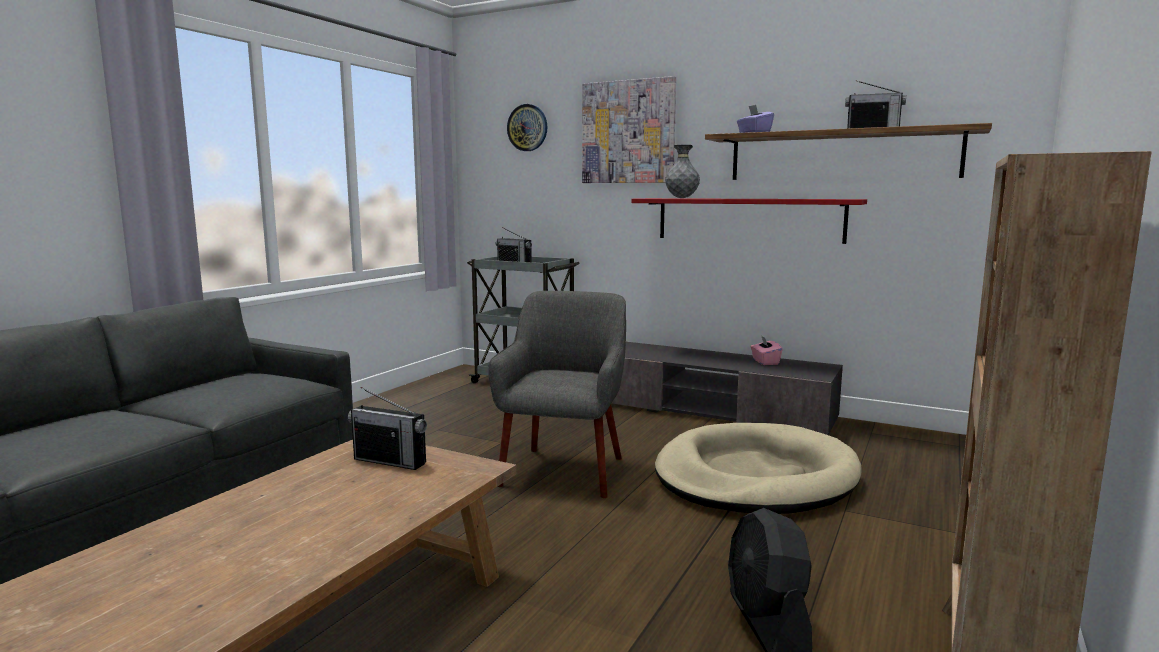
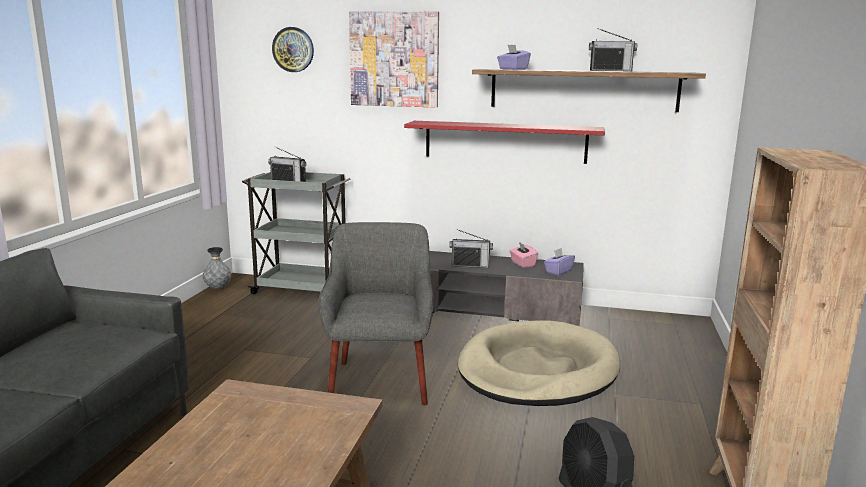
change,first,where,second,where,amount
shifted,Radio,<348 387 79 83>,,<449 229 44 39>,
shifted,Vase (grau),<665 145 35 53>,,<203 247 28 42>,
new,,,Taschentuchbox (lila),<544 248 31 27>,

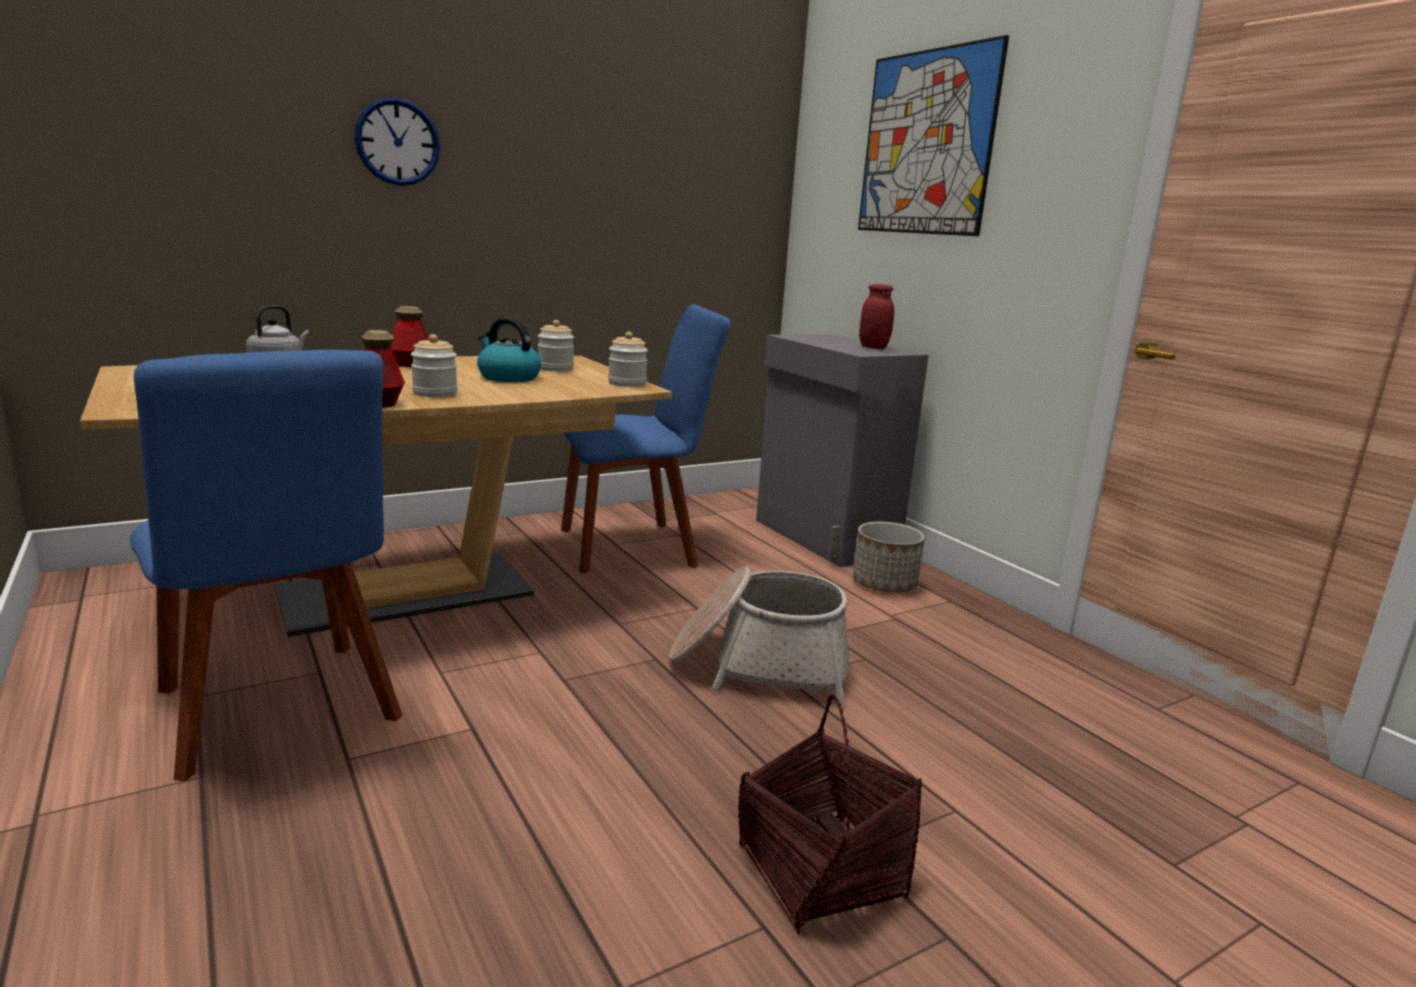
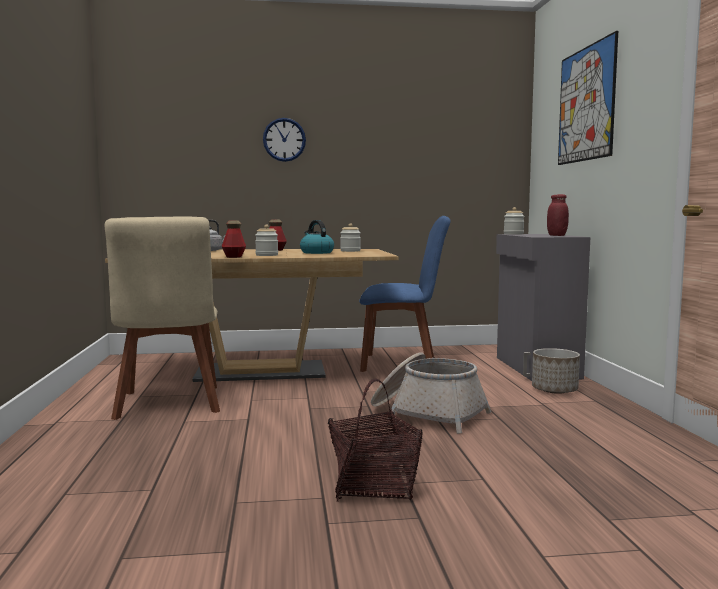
change,first,where,second,where,amount
repainted,Stuhl (blau),<130 350 272 431>,Stuhl (beige),<105 216 115 204>,
shifted,Vorratsglas,<608 332 40 55>,,<504 207 21 28>,

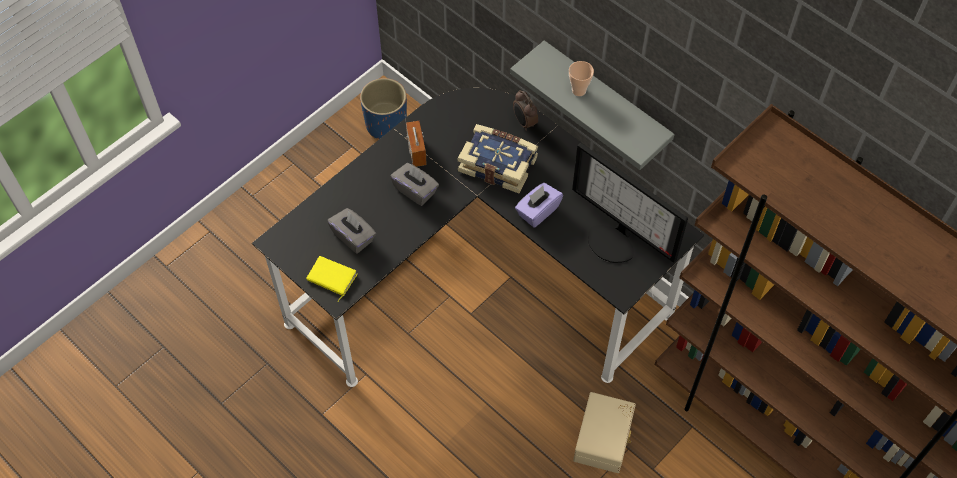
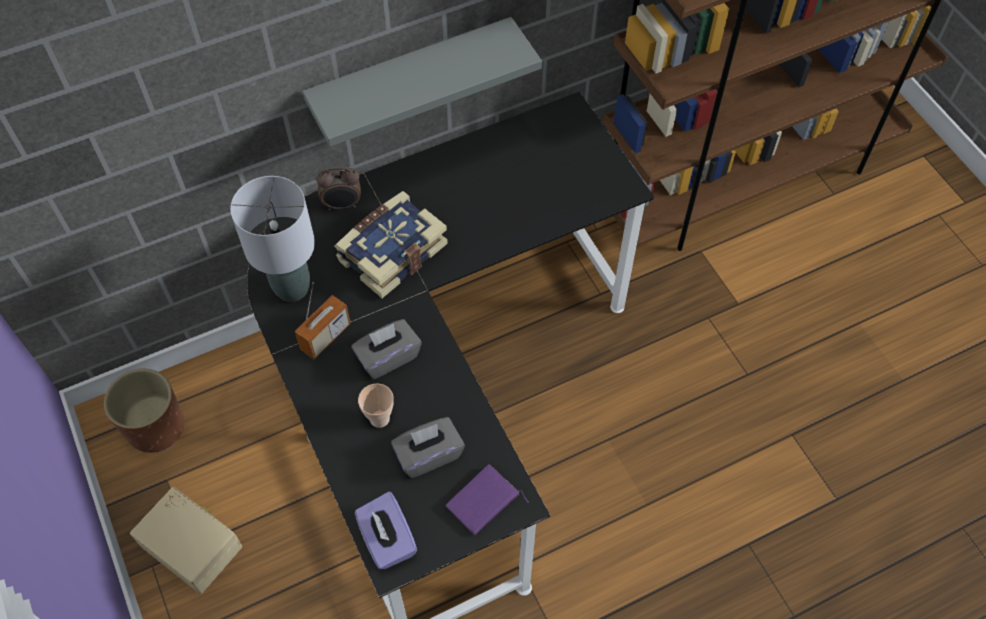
change,first,where,second,where,amount
repainted,Buch (gelb),<306 256 51 46>,Buch (lila),<446 464 83 71>,
repainted,Pflanzkübel (blau),<360 78 47 61>,Pflanzkübel (braun),<104 369 81 84>,
rotated,Radio,<405 118 22 49>,,<295 282 56 78>,120 degrees clockwise
shifted,Taschentuchbox (lila),<515 183 48 45>,,<355 492 62 77>,
shifted,Tasse,<569 61 25 35>,,<358 383 36 45>,
gone,Monitor,<572 143 116 120>,,,
shifted,Aufbewahrungsbox (beige),<573 392 63 81>,,<130 487 112 107>,
new,,,Tischlampe (grau),<230 176 85 126>,

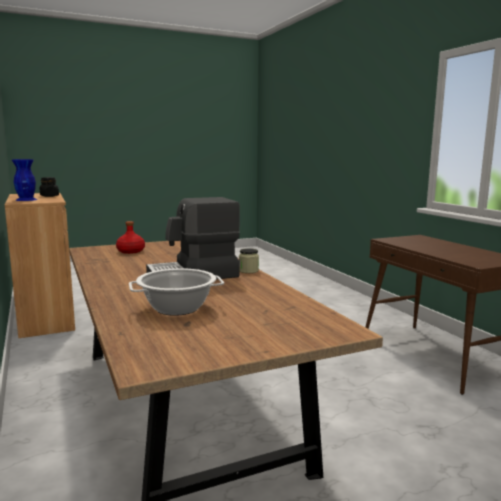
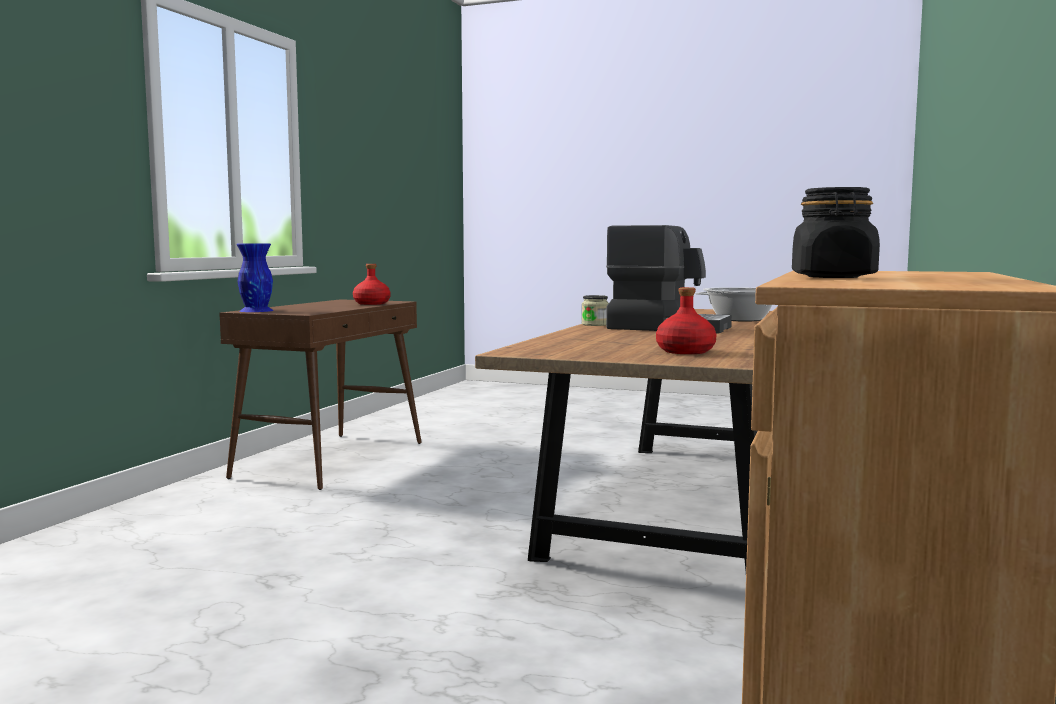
change,first,where,second,where,amount
shifted,Vase (blau),<12 159 25 42>,,<236 243 38 69>,
new,,,Flasche (rot),<353 264 38 41>,

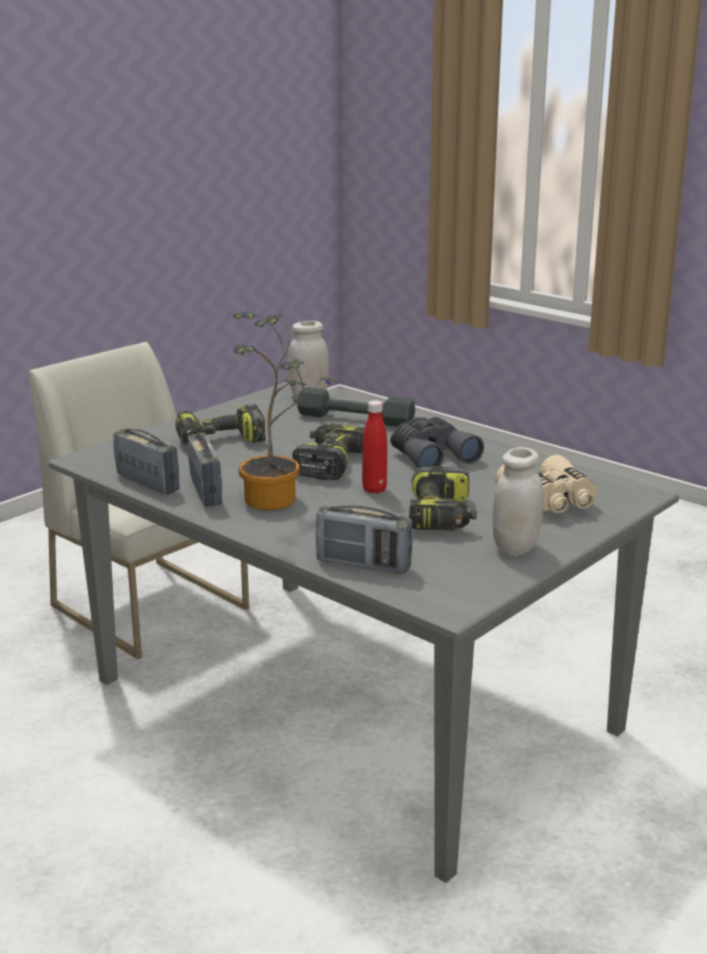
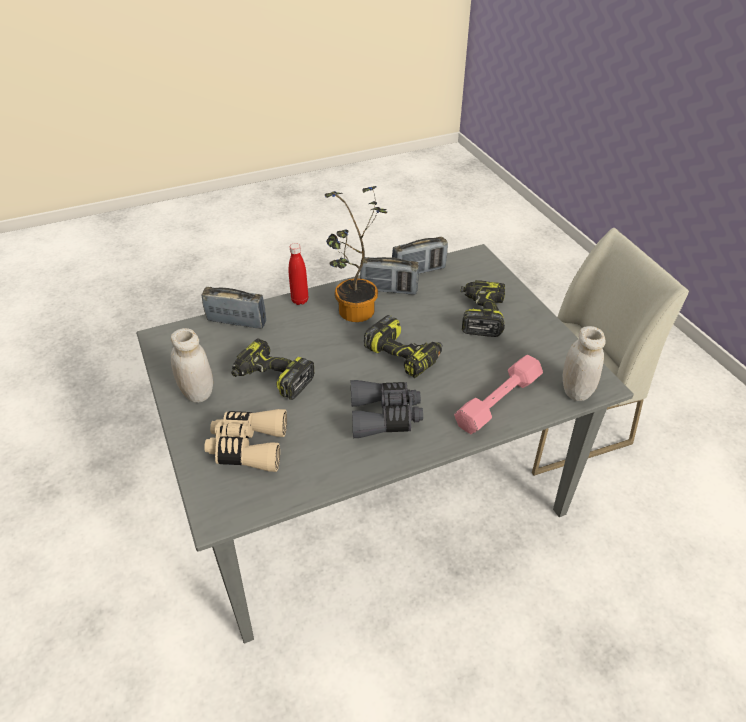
change,first,where,second,where,amount
repainted,Hantel (grau),<297 387 118 40>,Hantel (rosa),<454 355 89 79>,
rotated,Radio,<316 506 97 68>,,<202 287 64 42>,60 degrees clockwise
shifted,Flasche (rot),<362 400 25 93>,,<289 243 19 62>,

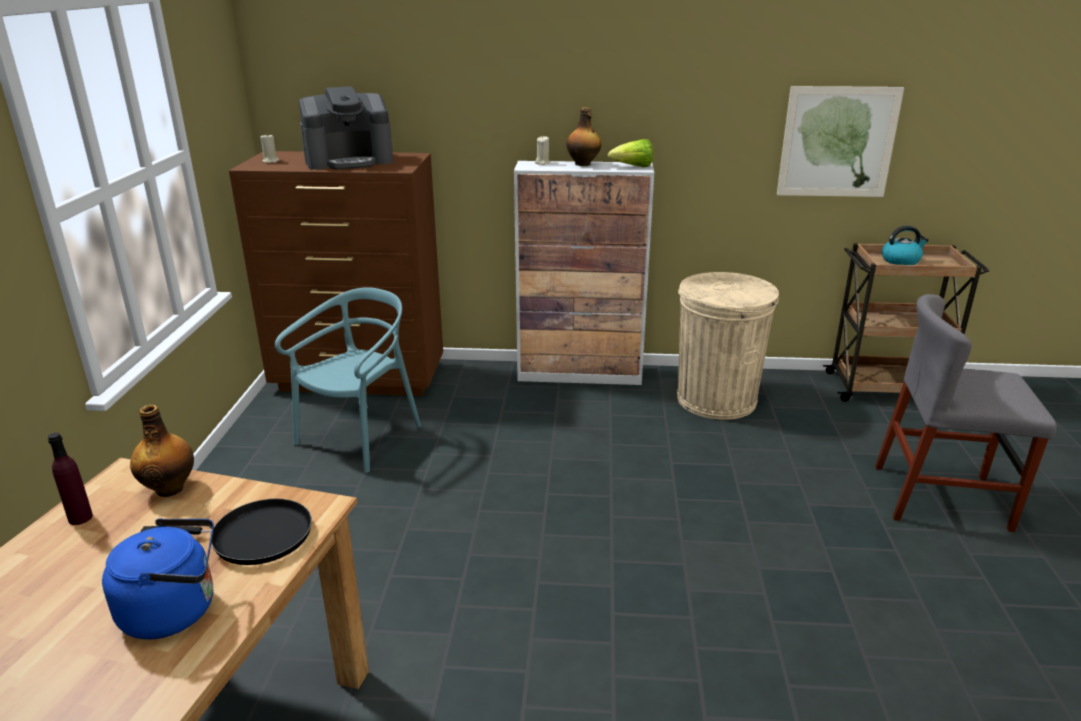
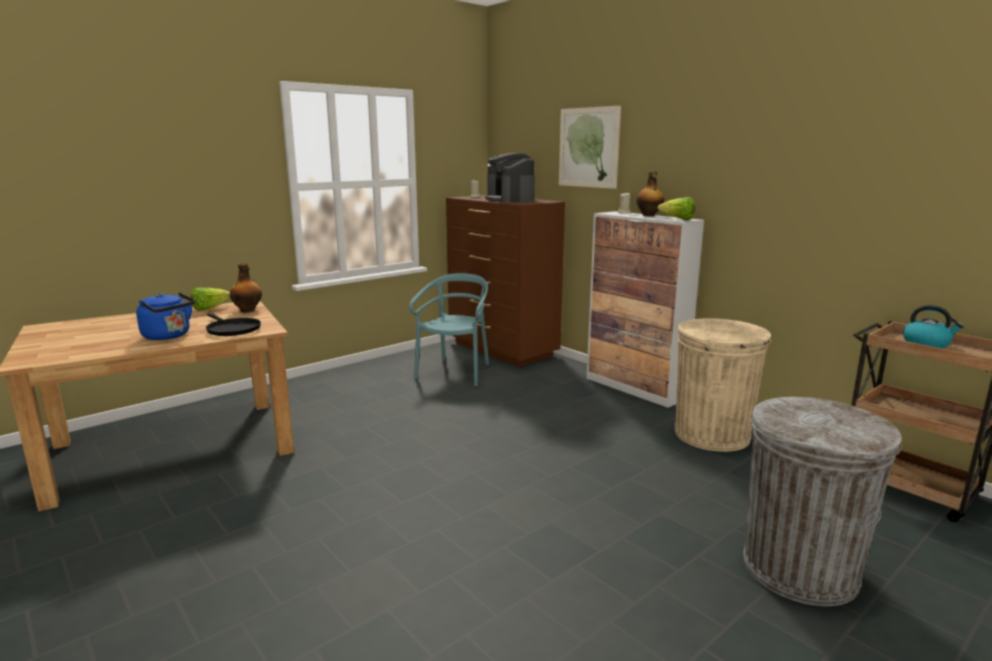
change,first,where,second,where,amount
swapped,Flasche (lila),<48 432 45 93>,Salatkopf,<190 287 40 24>,
rotated,Stuhl (türkis),<275 287 146 186>,,<409 273 80 113>,60 degrees counterclockwise
rotated,Kaffeemaschine,<299 86 94 84>,,<485 153 50 50>,45 degrees clockwise
shifted,Bild,<777 86 127 111>,,<559 106 62 83>,
swapped,Stuhl (grau),<875 294 182 238>,Mülleimer (grau),<744 397 158 209>,

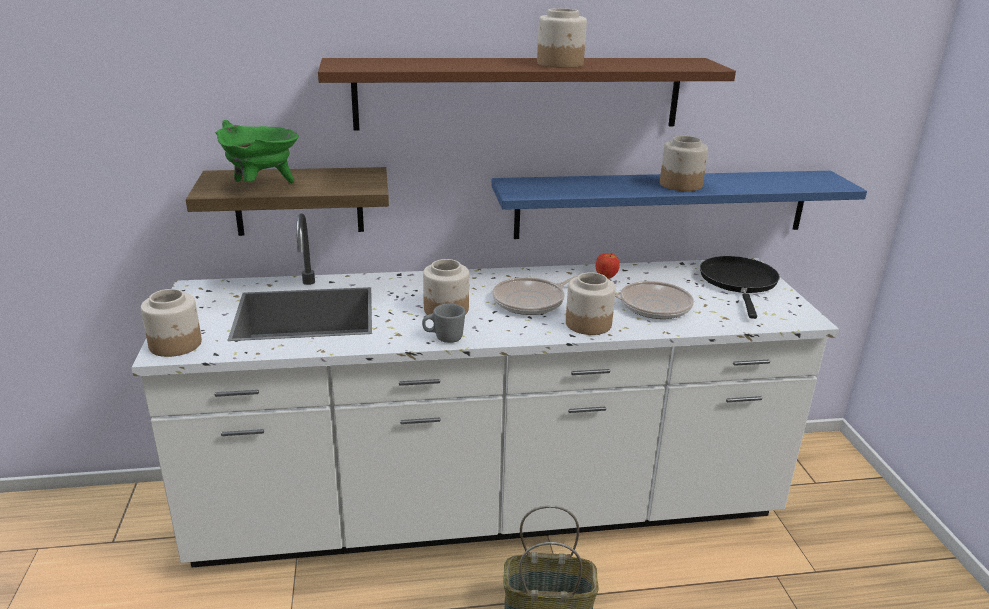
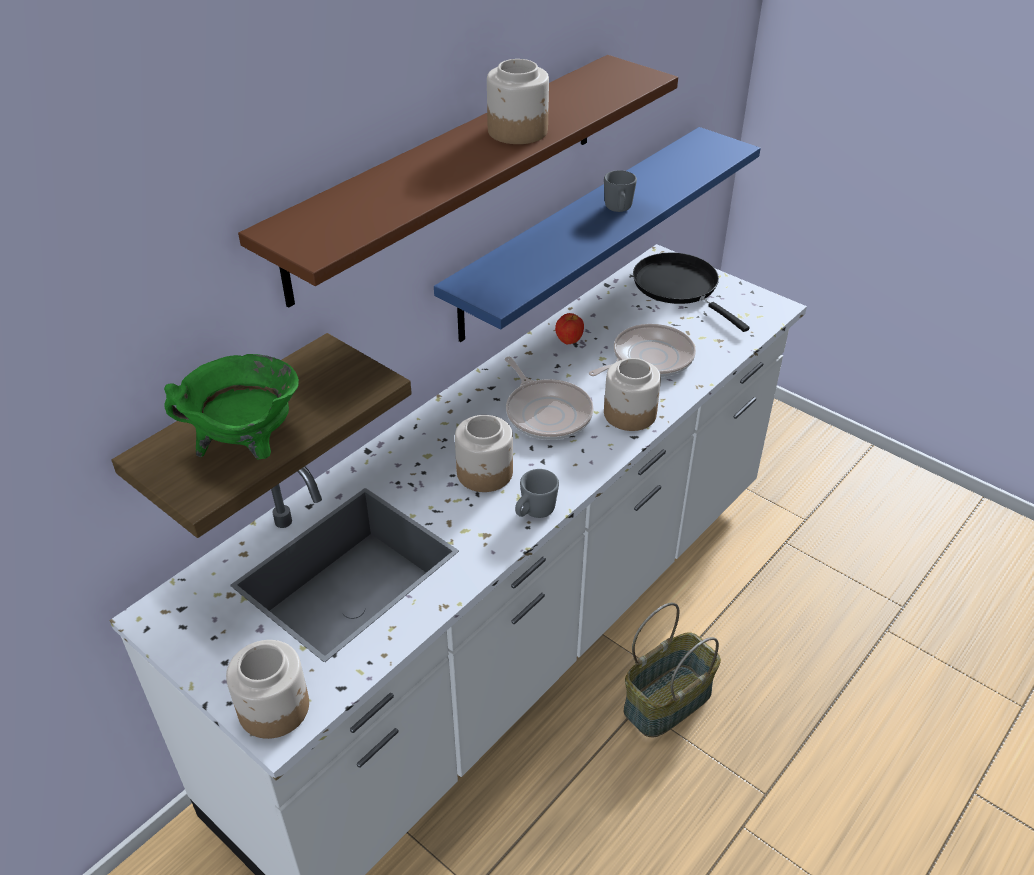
change,first,where,second,where,amount
rotated,Pfanne,<492 275 87 40>,,<505 357 89 83>,45 degrees counterclockwise
swapped,Vorratsglas,<660 136 48 55>,Henkelbecher (grau),<604 170 33 42>,

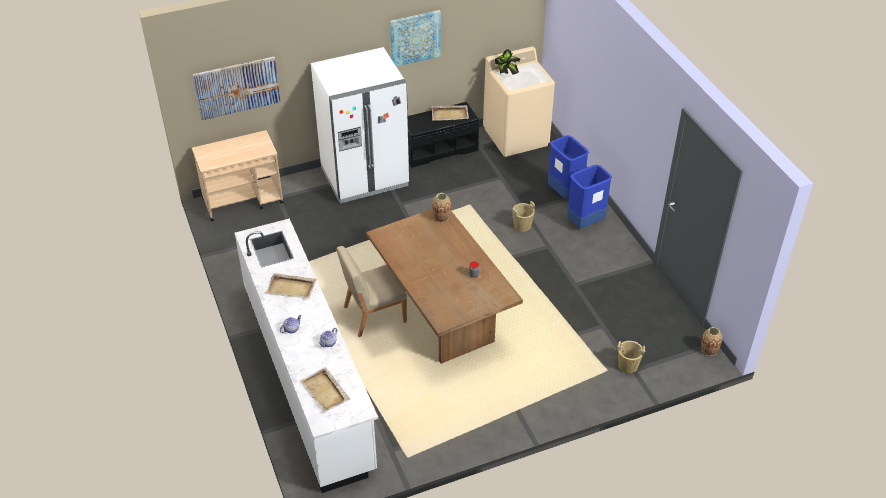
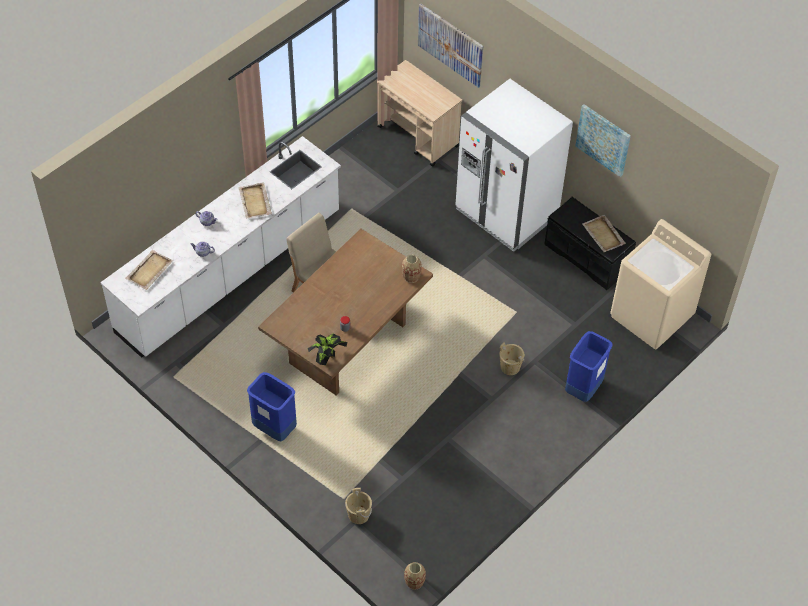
change,first,where,second,where,amount
shifted,Topfpflanze,<495 49 25 26>,,<307 334 40 31>,
shifted,Mülleimer (blau),<567 165 45 63>,,<247 372 50 69>,

